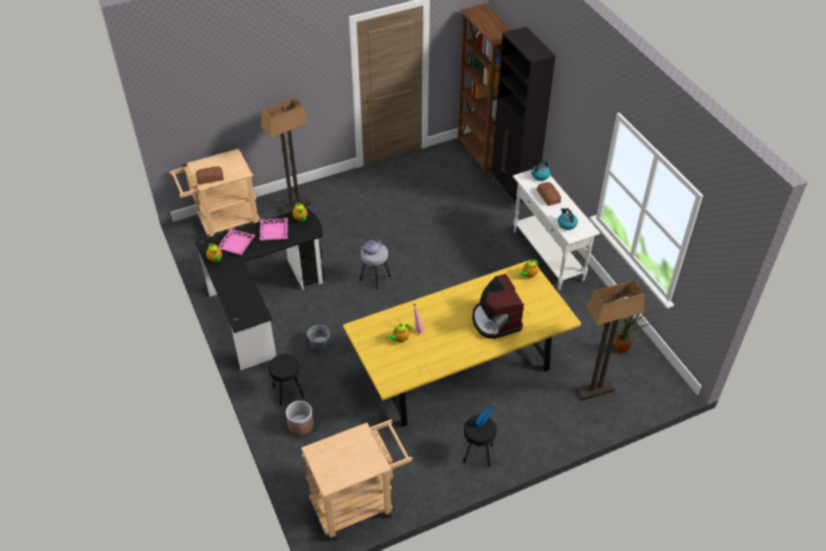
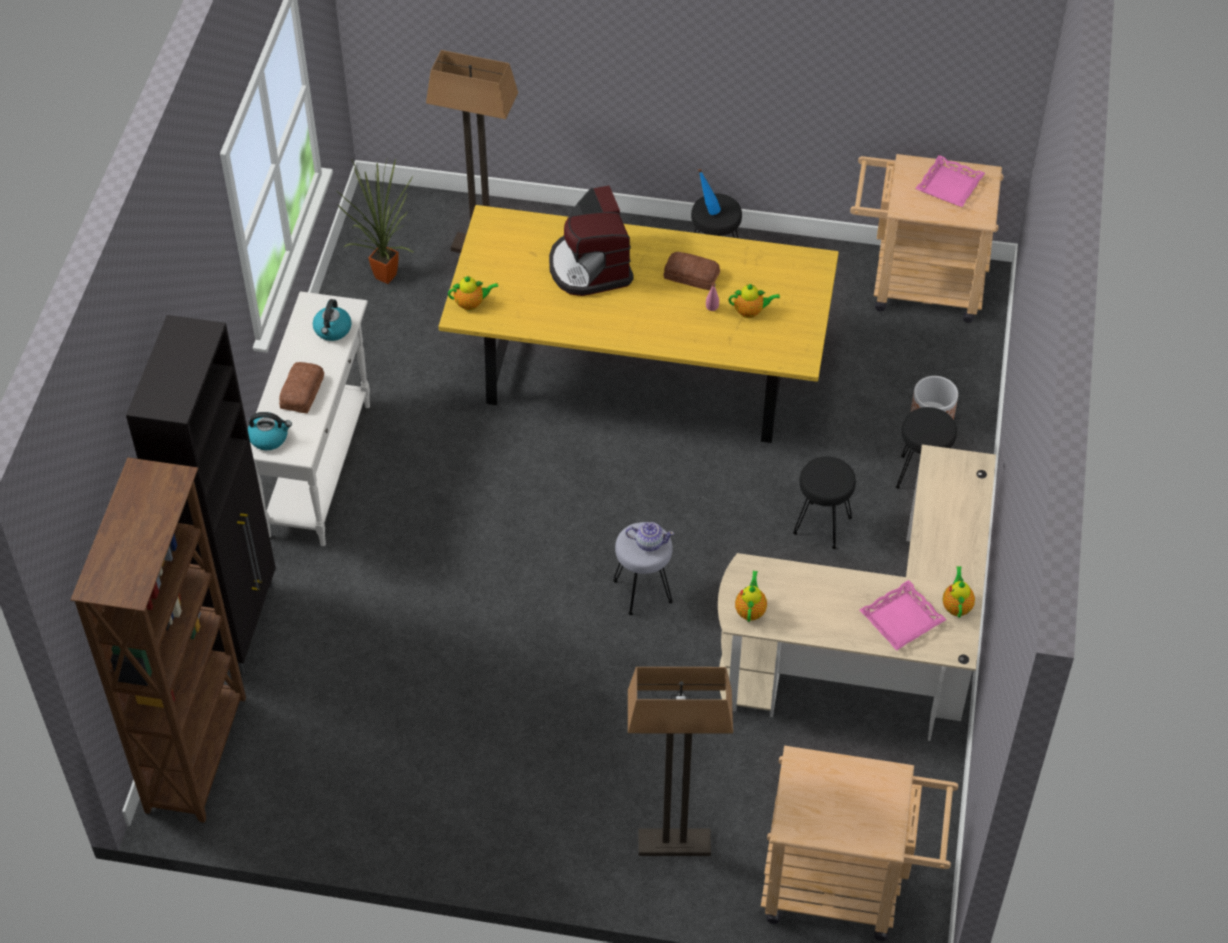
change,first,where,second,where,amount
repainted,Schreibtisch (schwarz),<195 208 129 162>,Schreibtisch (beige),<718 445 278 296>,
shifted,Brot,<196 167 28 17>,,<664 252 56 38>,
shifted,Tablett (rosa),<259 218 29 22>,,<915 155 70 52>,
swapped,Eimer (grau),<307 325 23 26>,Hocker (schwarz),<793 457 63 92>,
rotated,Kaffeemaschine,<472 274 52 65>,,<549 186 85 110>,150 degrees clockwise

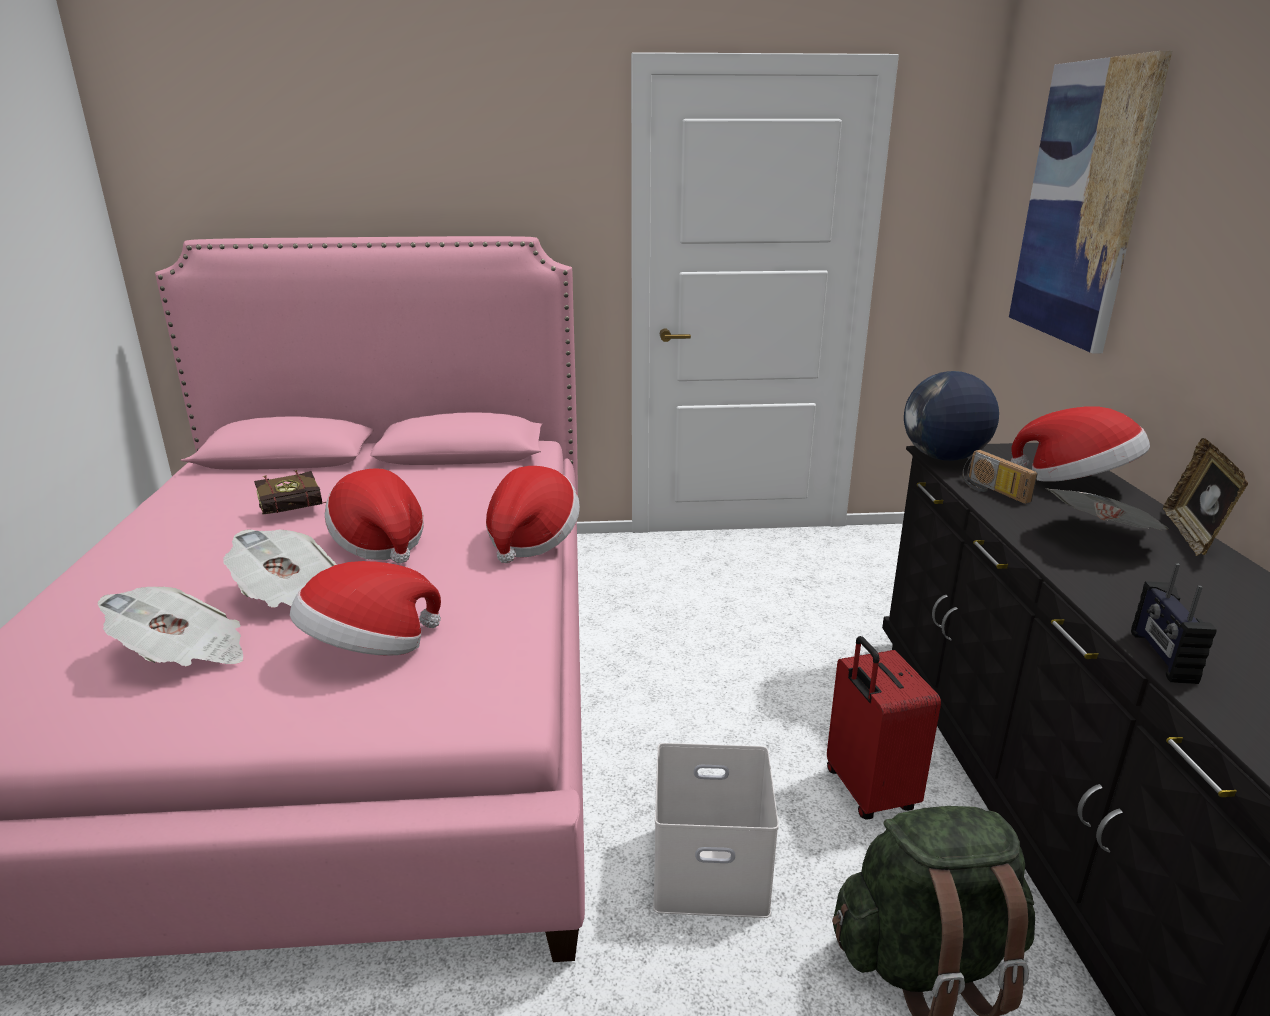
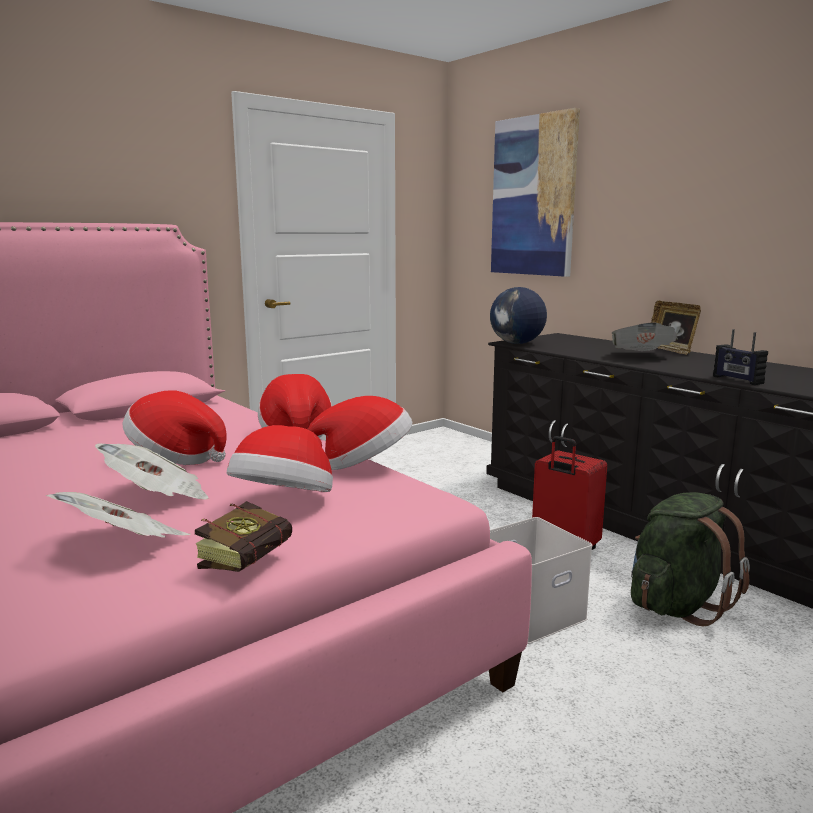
change,first,where,second,where,amount
shifted,Buch,<254 470 72 44>,,<195 501 97 71>,
gone,Radio,<962 450 76 54>,,,
shifted,Hut,<1011 406 139 76>,,<308 396 104 74>,

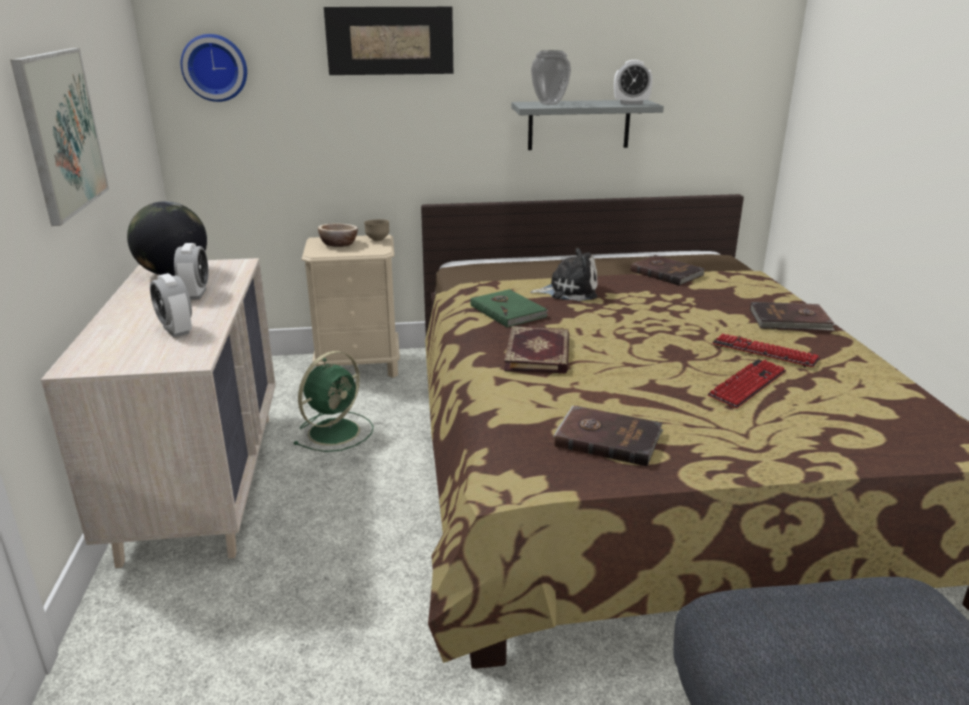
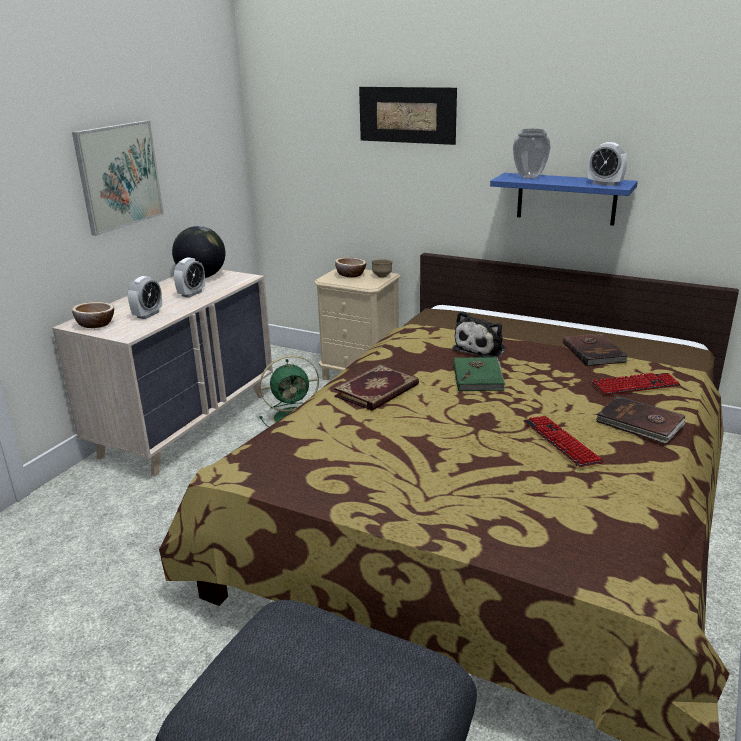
change,first,where,second,where,amount
rotated,Wecker,<150 273 42 64>,,<128 276 34 43>,150 degrees counterclockwise
gone,Wanduhr,<181 34 66 68>,,,
shifted,Buch (grün),<470 289 78 39>,,<453 357 52 34>,
repainted,Wandregal (grau),<511 100 153 50>,Wandregal (blau),<490 173 148 53>,
rotated,Plüschtier,<530 248 68 53>,,<452 311 54 47>,90 degrees clockwise
gone,Buch (braun),<554 406 109 61>,,,
shifted,Tastatur,<708 359 78 49>,,<592 373 88 22>,
new,,,Schüssel,<72 302 42 26>,

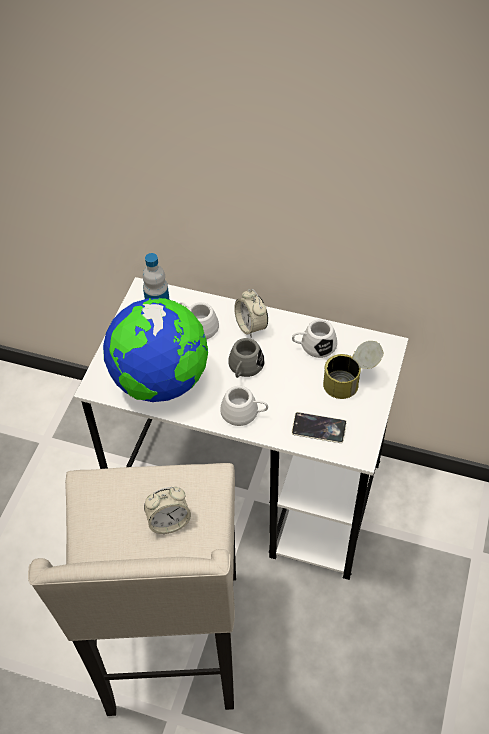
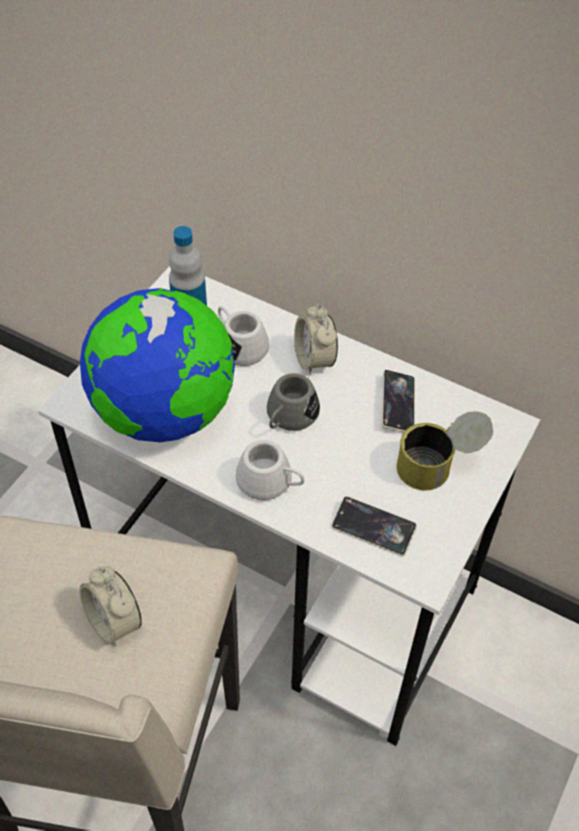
change,first,where,second,where,amount
rotated,Wecker,<144 487 47 47>,,<79 566 63 80>,60 degrees clockwise
swapped,Henkelbecher (weiß),<292 319 45 39>,Handy,<381 370 34 63>,

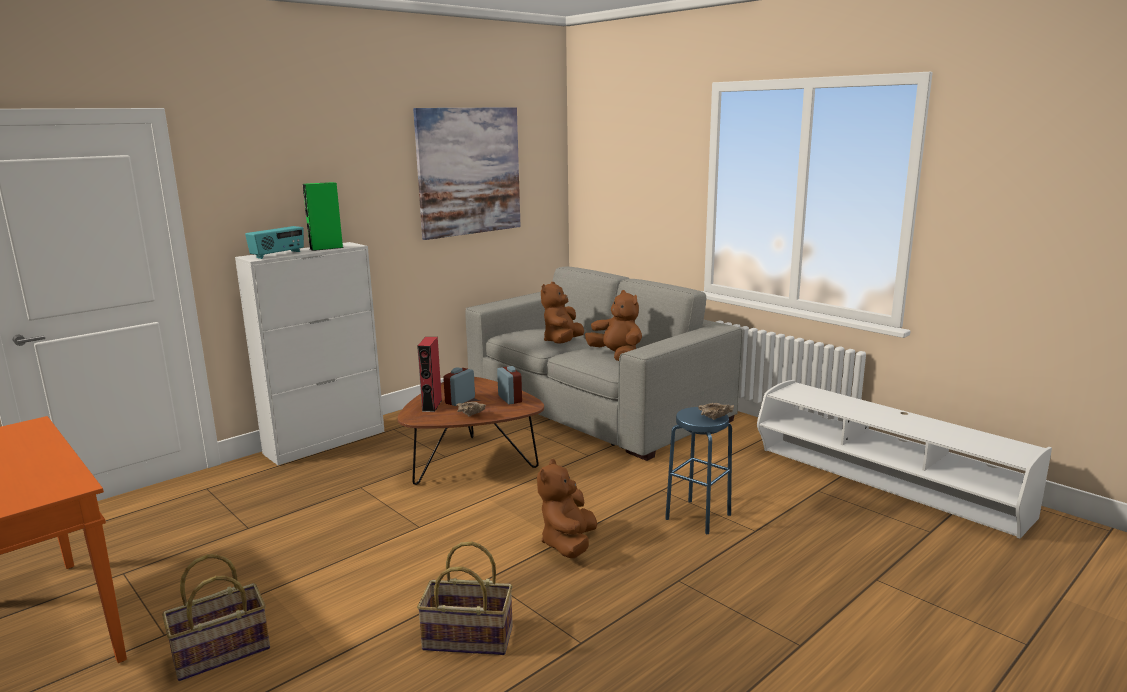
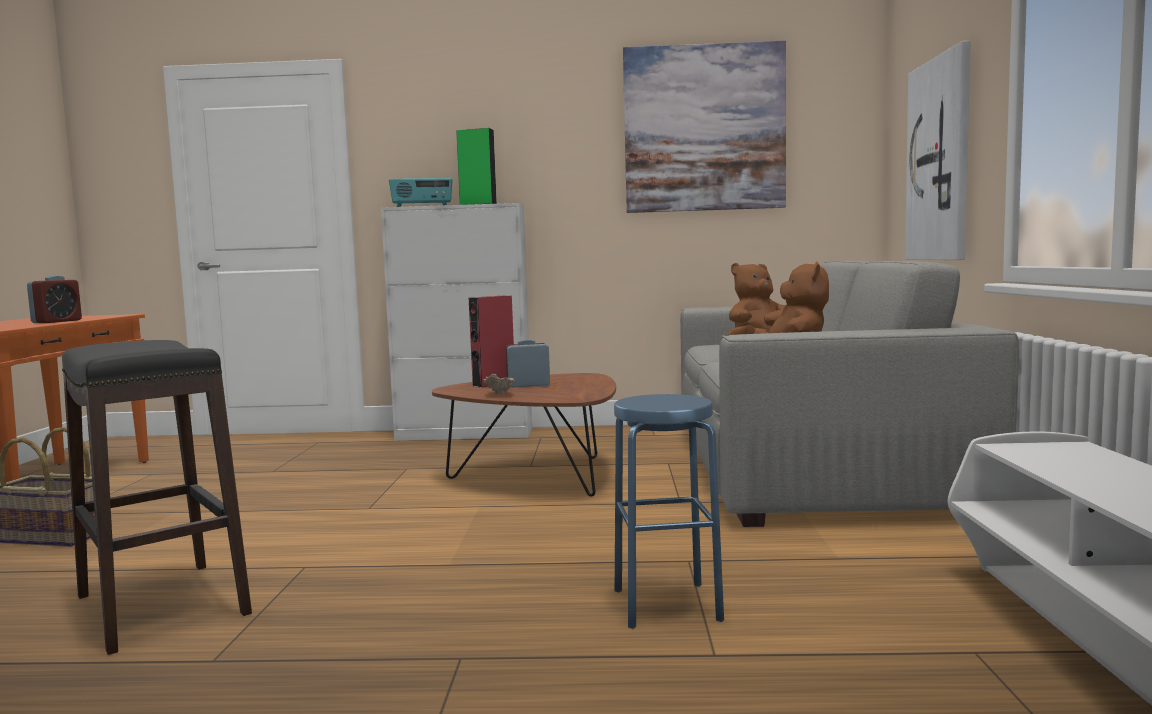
change,first,where,second,where,amount
swapped,Korb,<417 541 96 114>,Hocker (schwarz),<62 340 190 315>,
shifted,Wecker,<497 366 25 39>,,<27 276 55 47>,
gone,Plüschtier (braun),<537 459 60 99>,,,
gone,Schüssel (beige),<698 403 36 17>,,,
new,,,Bild,<905 41 66 219>,

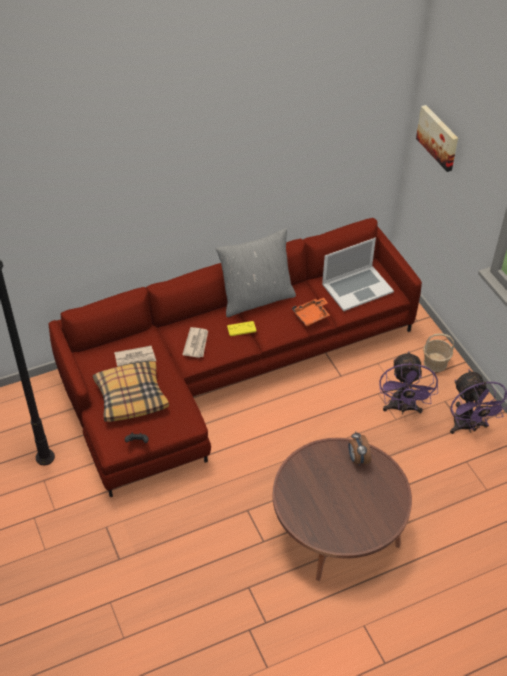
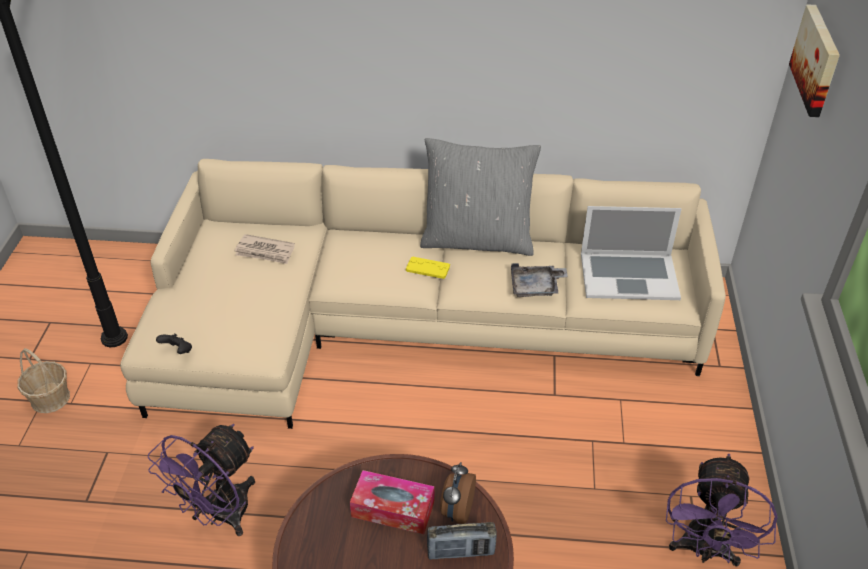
change,first,where,second,where,amount
repainted,Sofa (rot),<49 218 373 279>,Sofa (beige),<120 159 606 270>,
gone,Kissen,<93 361 76 61>,,,
gone,Zeitung,<182 327 26 31>,,,
repainted,Tablett (orange),<292 298 38 28>,Tablett (grau),<511 263 57 34>,
shifted,Ventilator (lila),<379 351 59 63>,,<148 424 107 112>,
shifted,Korb,<423 333 31 39>,,<18 348 52 65>,
new,,,Taschentuchbox,<350 470 85 64>,
new,,,Radio,<427 522 70 37>,

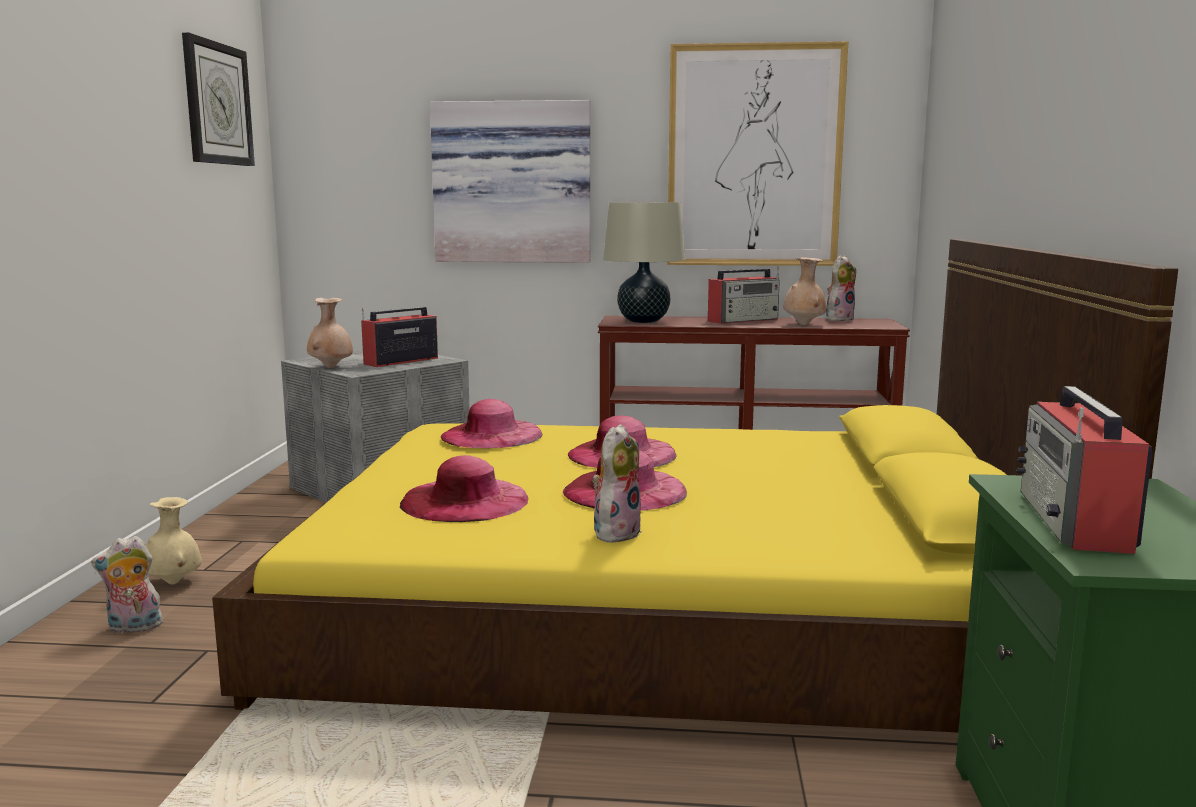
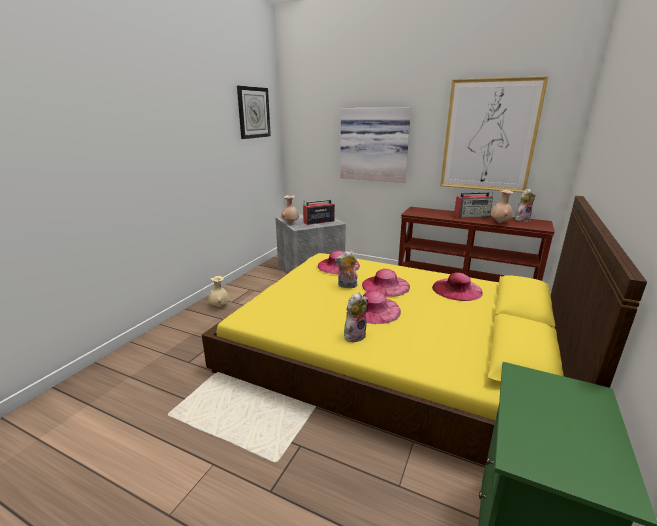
change,first,where,second,where,amount
shifted,Plüschtier,<91 536 74 98>,,<335 251 23 37>,
shifted,Hut (rosa),<400 455 128 67>,,<432 273 51 28>,
gone,Tischlampe (beige),<603 202 82 121>,,,
gone,Radio,<1016 386 137 168>,,,

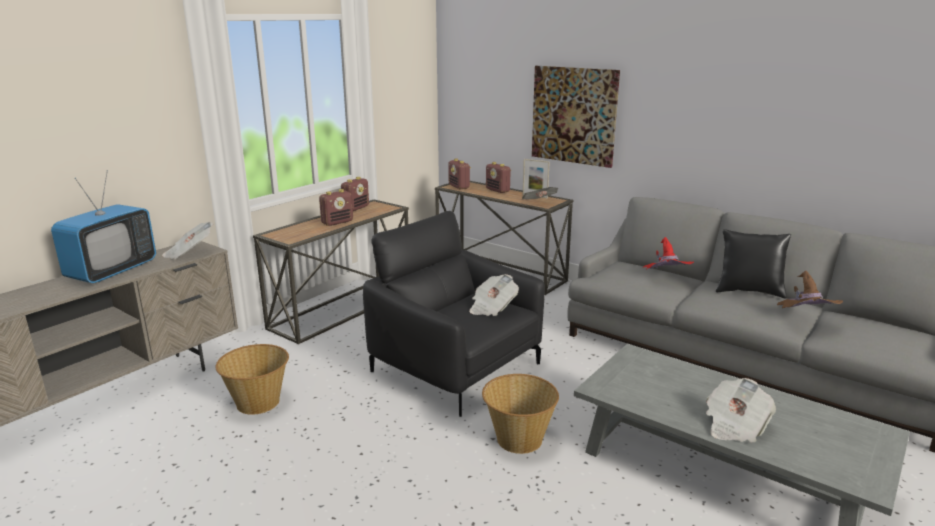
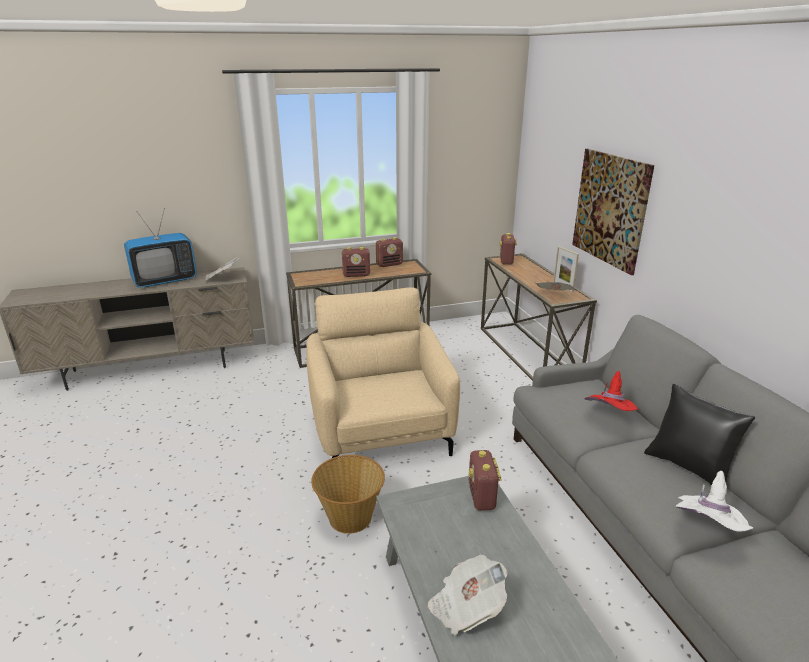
change,first,where,second,where,amount
gone,Korb,<216 344 73 71>,,,
repainted,Sessel (schwarz),<363 211 182 206>,Sessel (beige),<306 287 154 171>,
gone,Zeitung,<469 274 50 42>,,,
shifted,Radio,<486 162 25 31>,,<468 450 34 61>,
repainted,Hut (braun),<777 271 66 37>,Hut (weiß),<676 471 78 61>,

